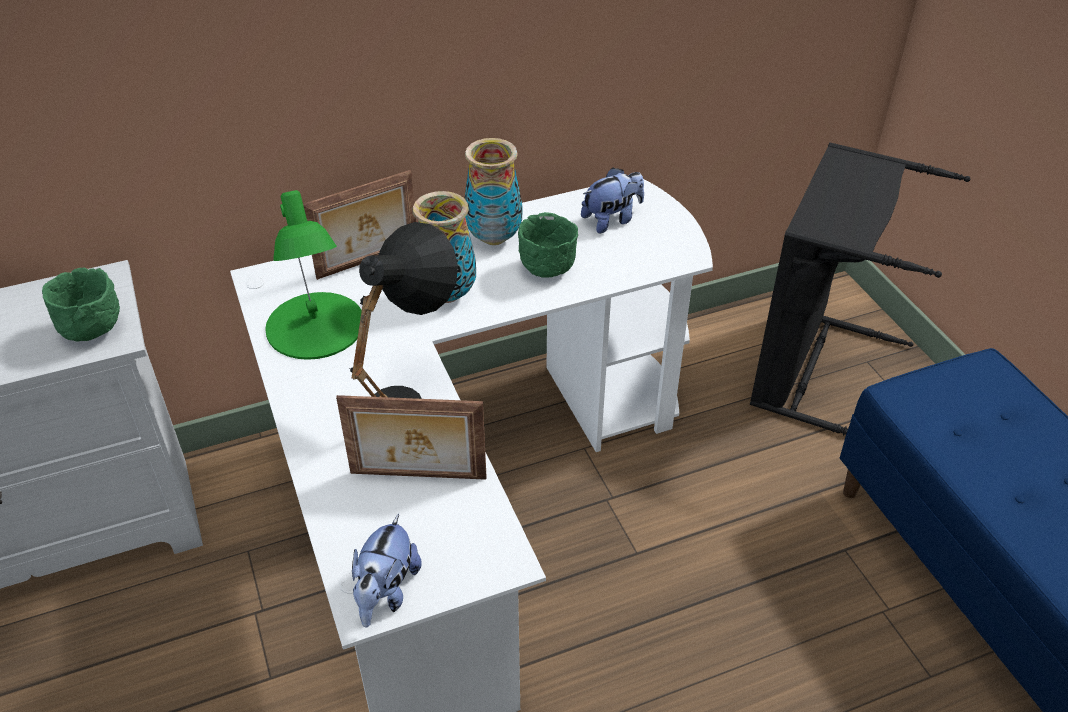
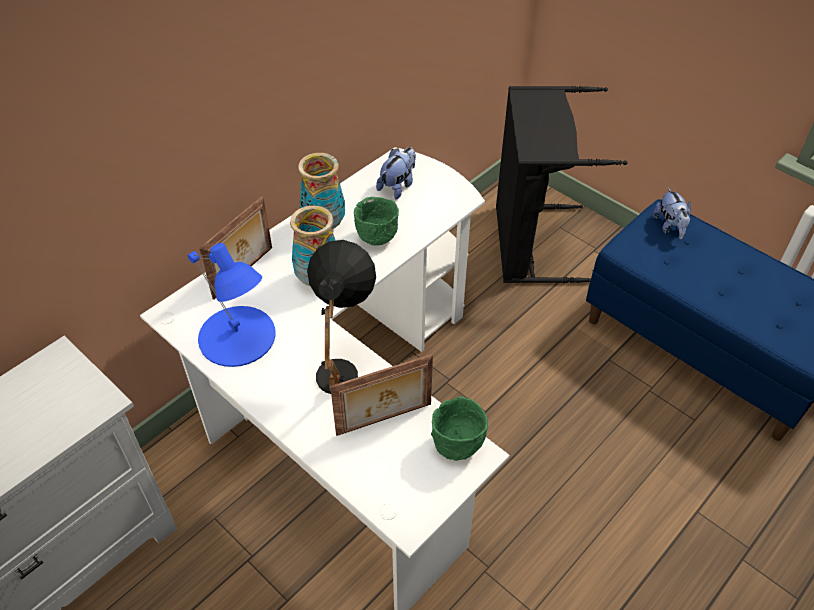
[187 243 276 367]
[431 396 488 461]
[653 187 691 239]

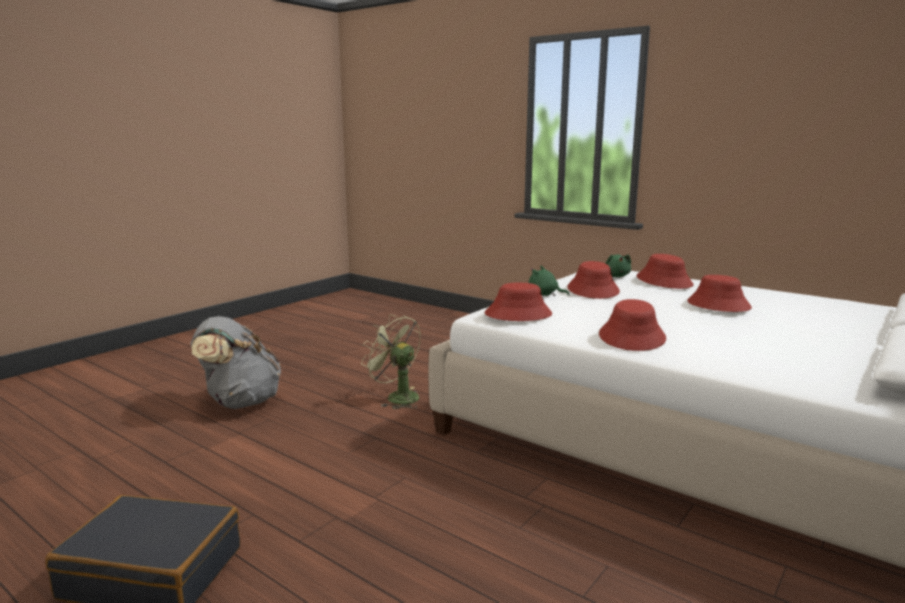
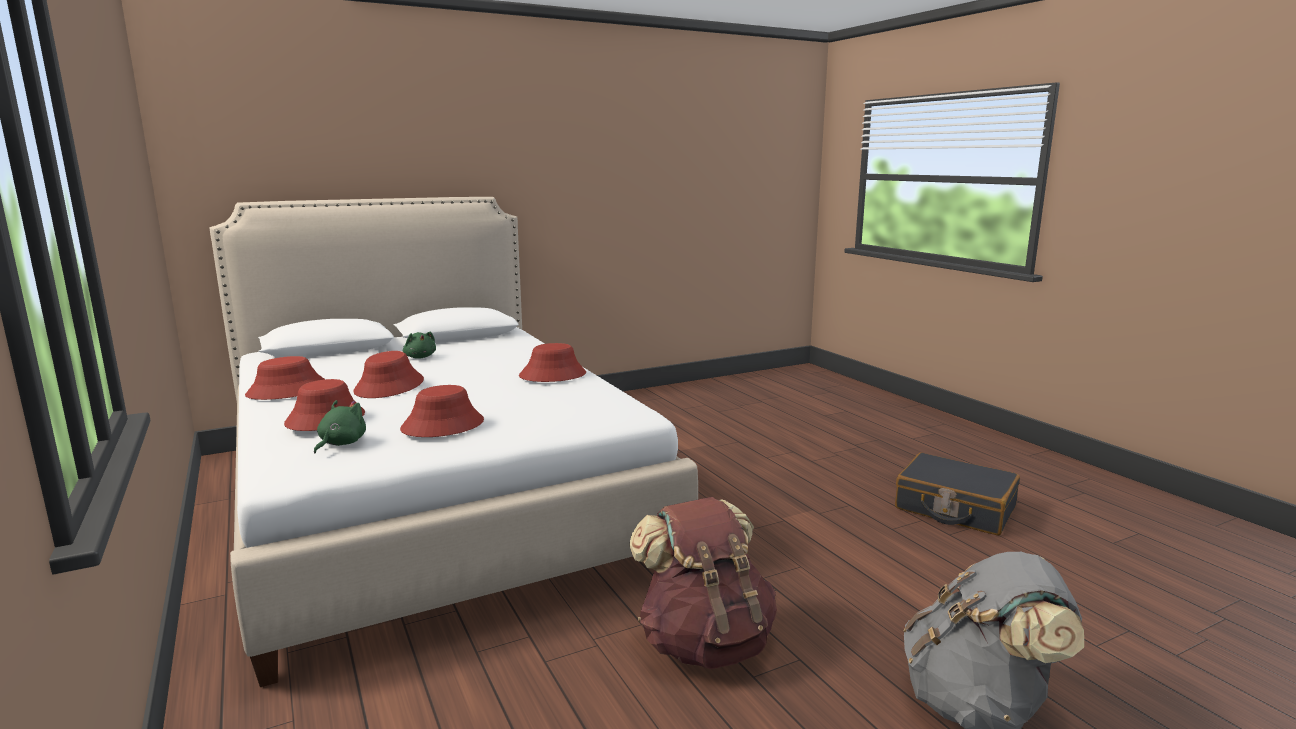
[245 356 325 400]
[403 331 436 359]
[629 497 777 669]

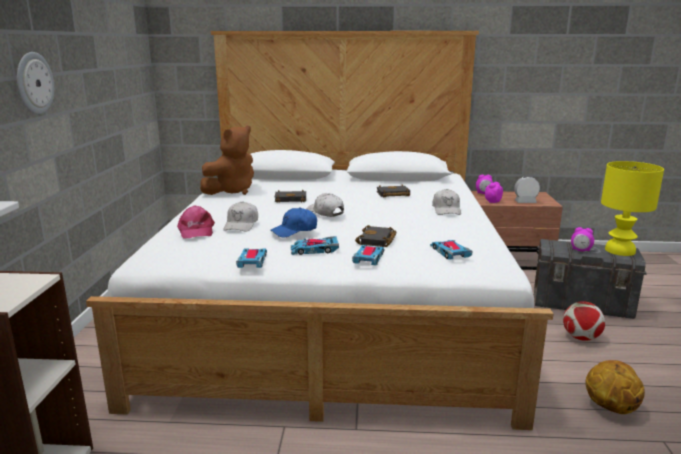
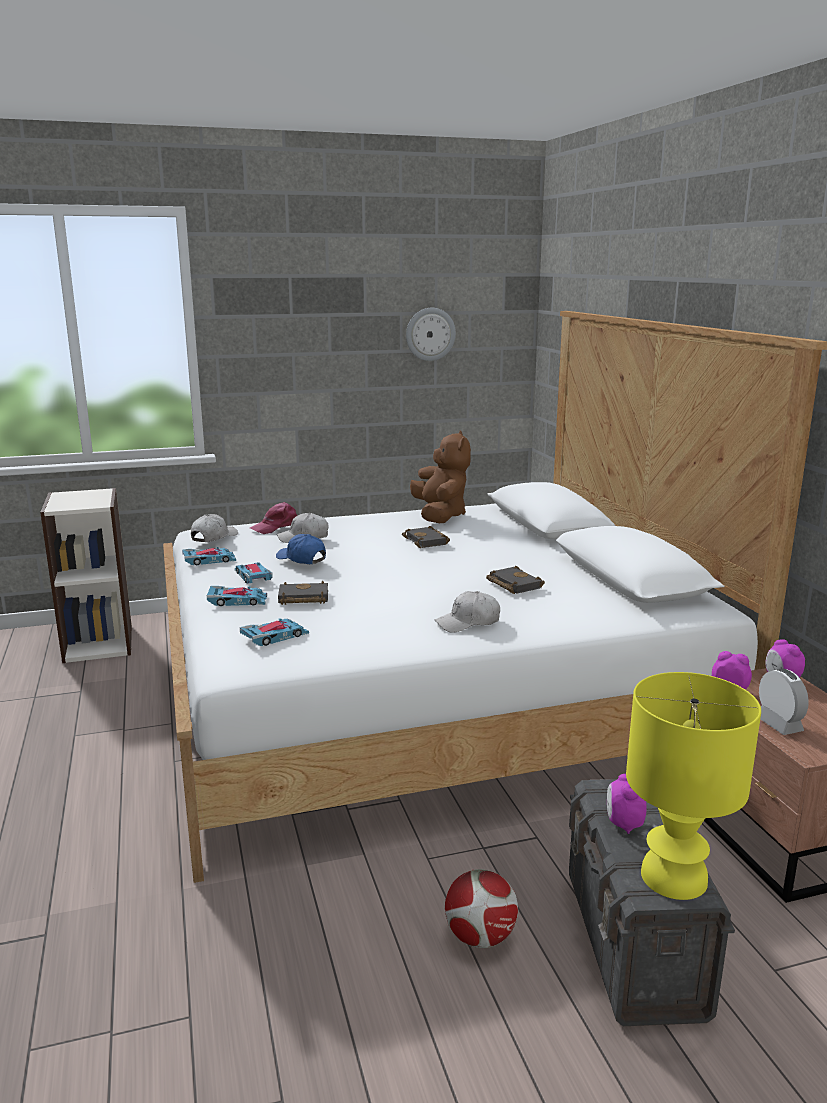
[191 514 238 542]
[406 308 456 361]
[410 430 471 523]
[585 360 645 414] (first image)

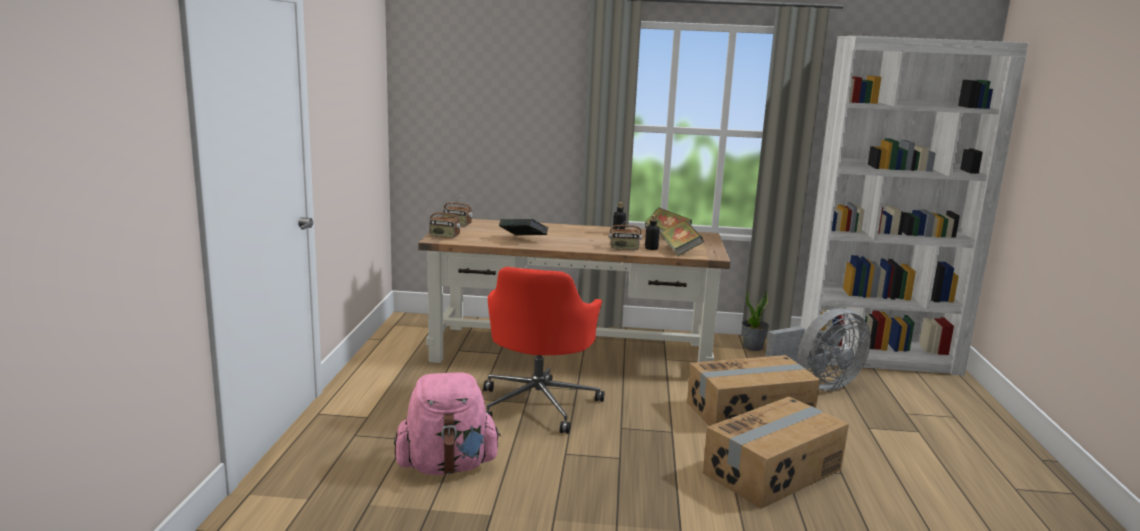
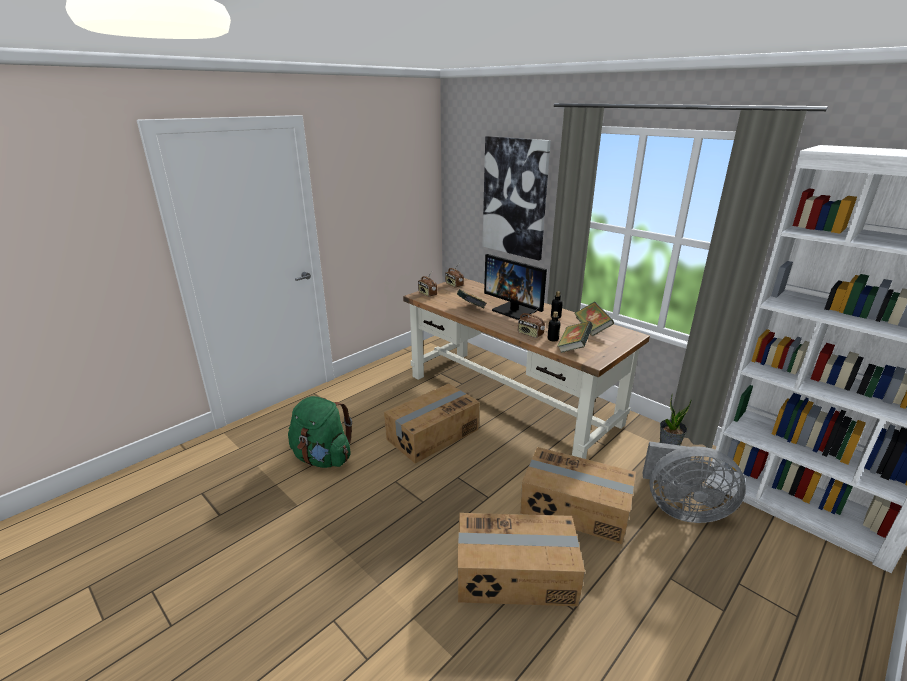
[288 396 352 468]
[384 383 480 464]
[482 136 551 261]
[484 254 547 320]

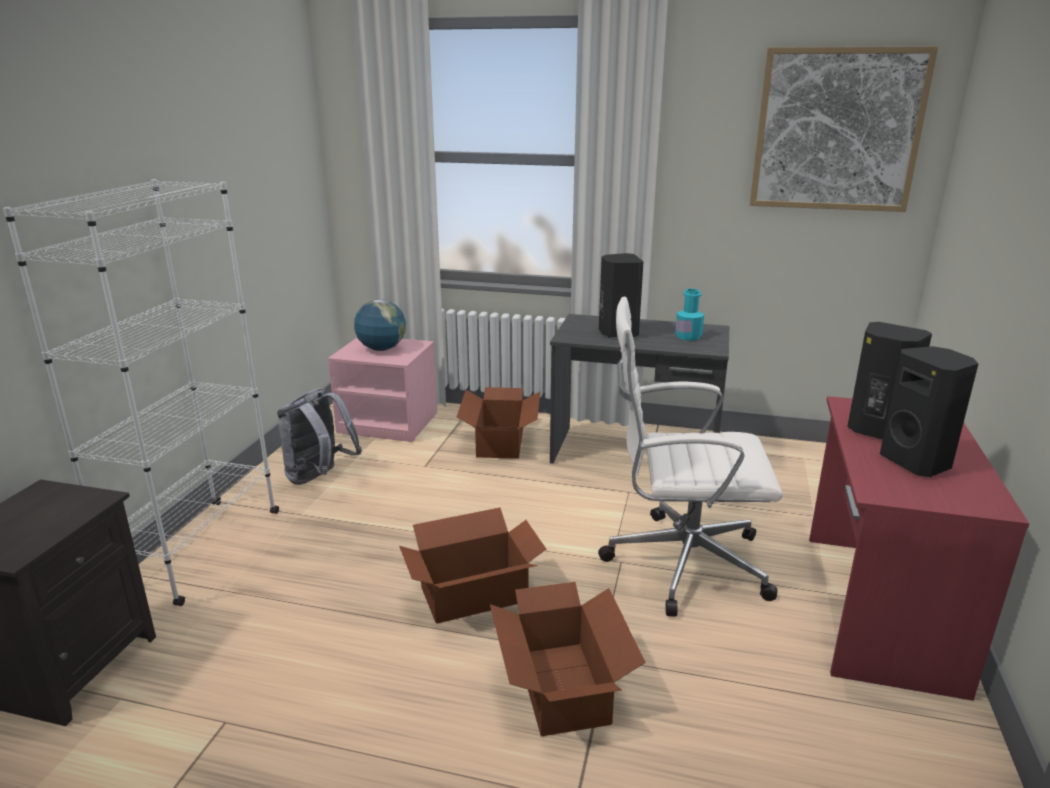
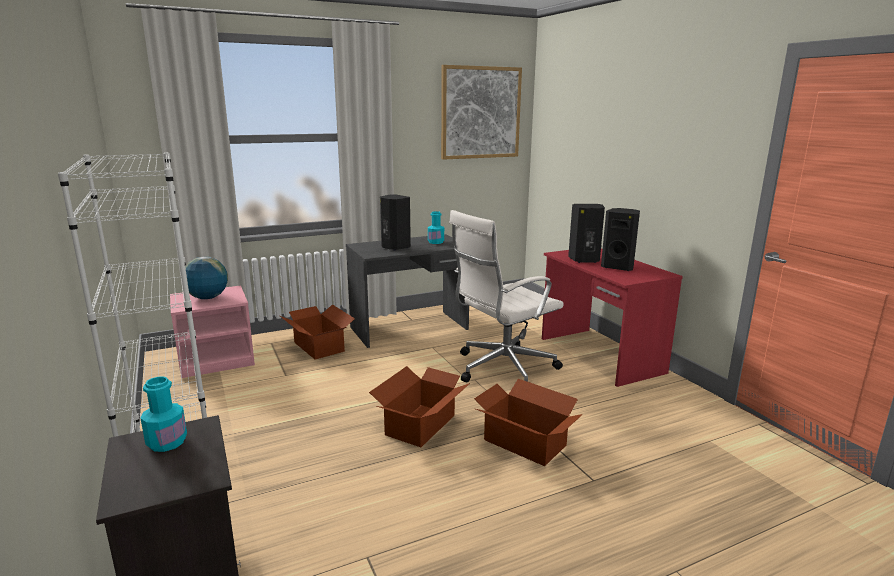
[141 377 187 452]
[277 388 362 485] (first image)

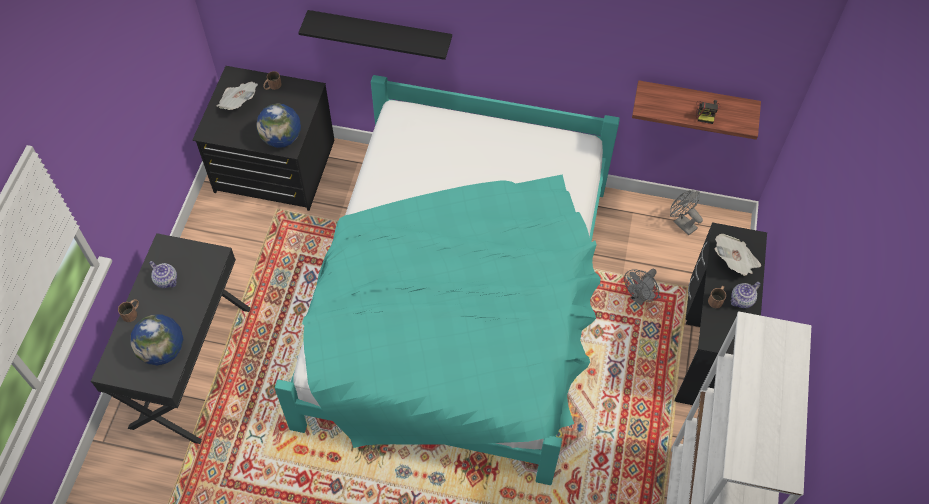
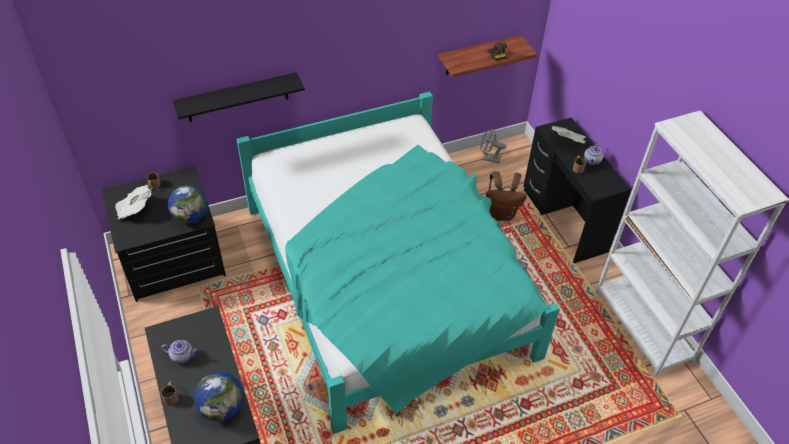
[486 172 527 221]

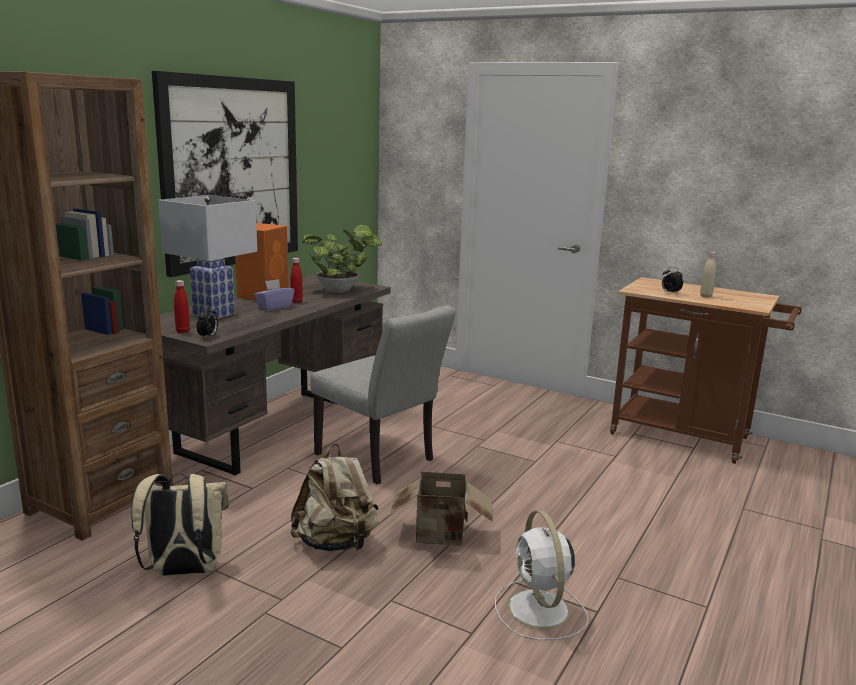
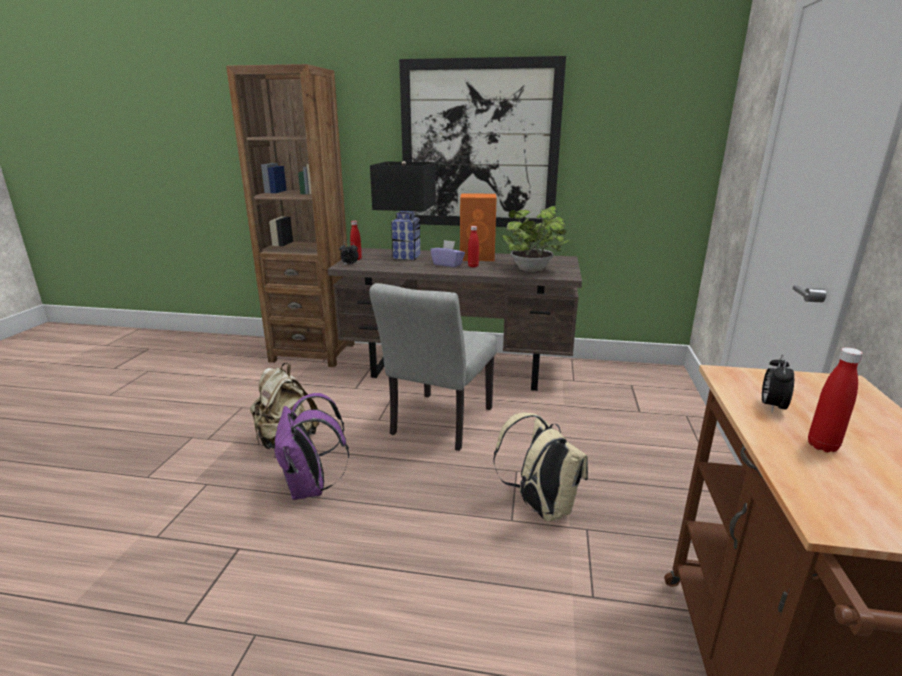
[274 393 349 500]
[370 161 436 260]
[493 412 588 522]
[808 348 863 452]
[495 510 589 640] (first image)

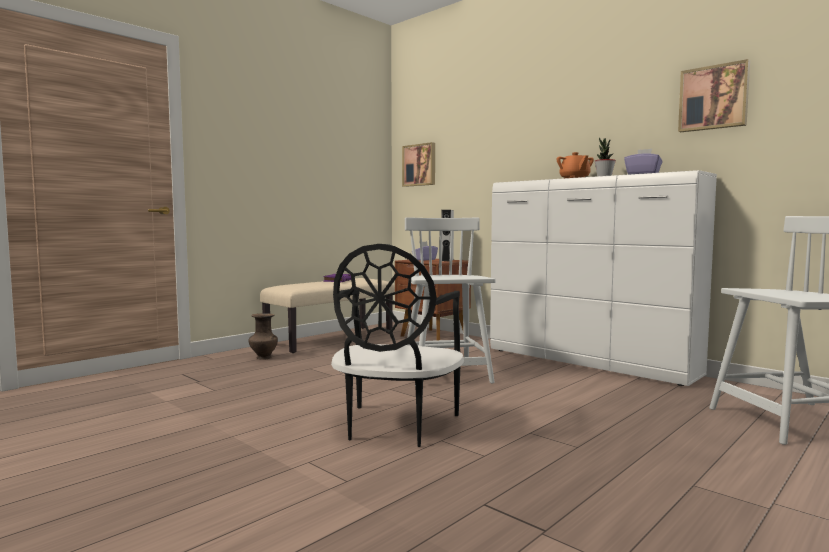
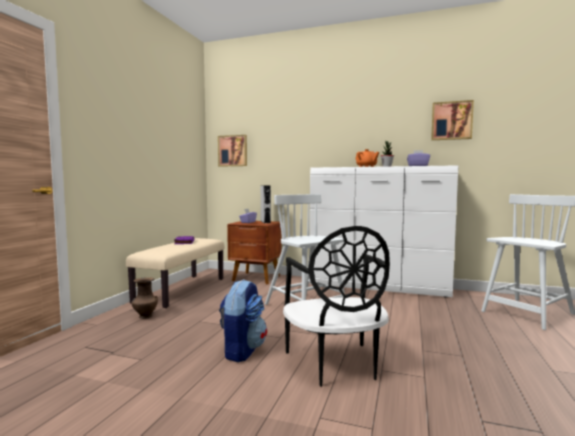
[219 279 267 362]

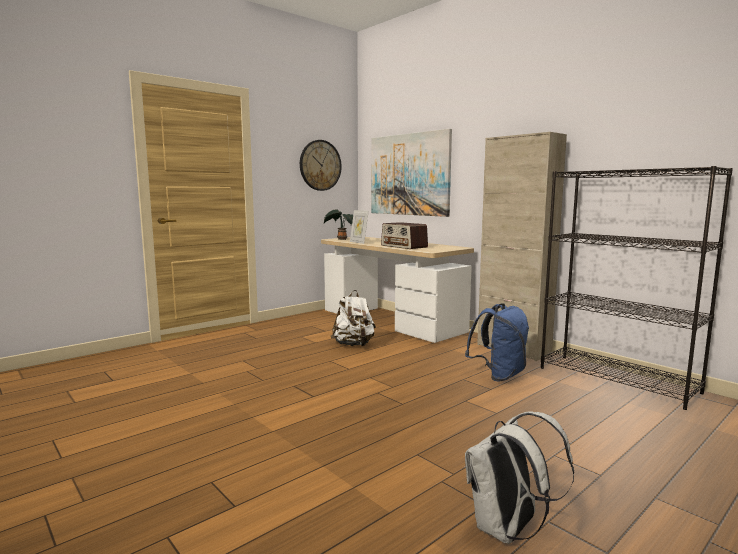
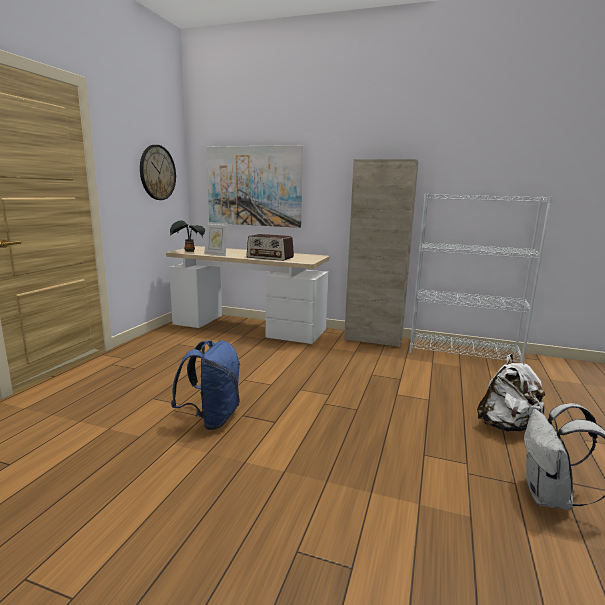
[171 340 240 430]
[409 194 552 363]
[477 354 546 431]

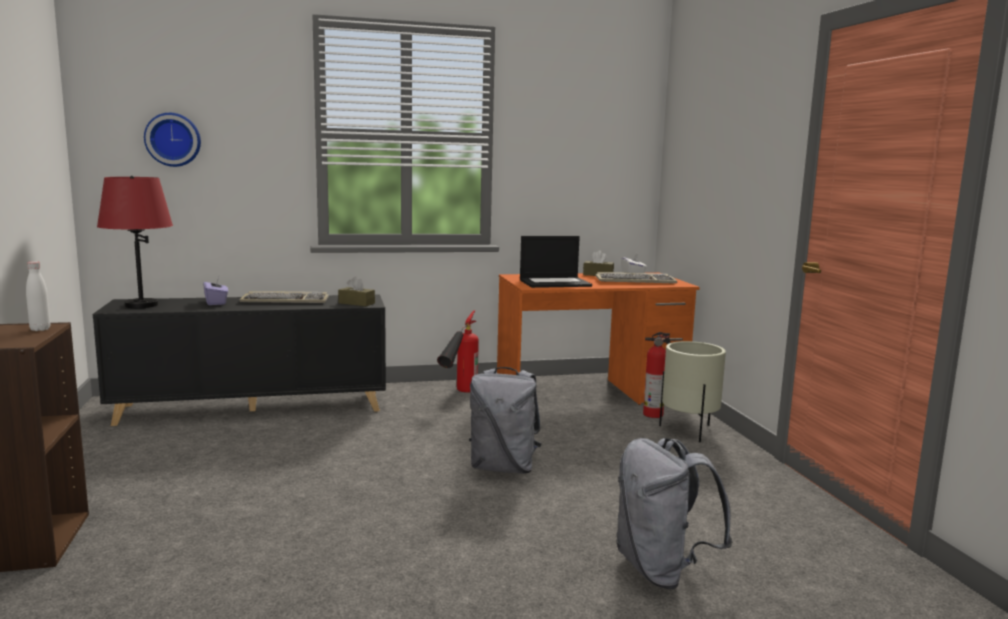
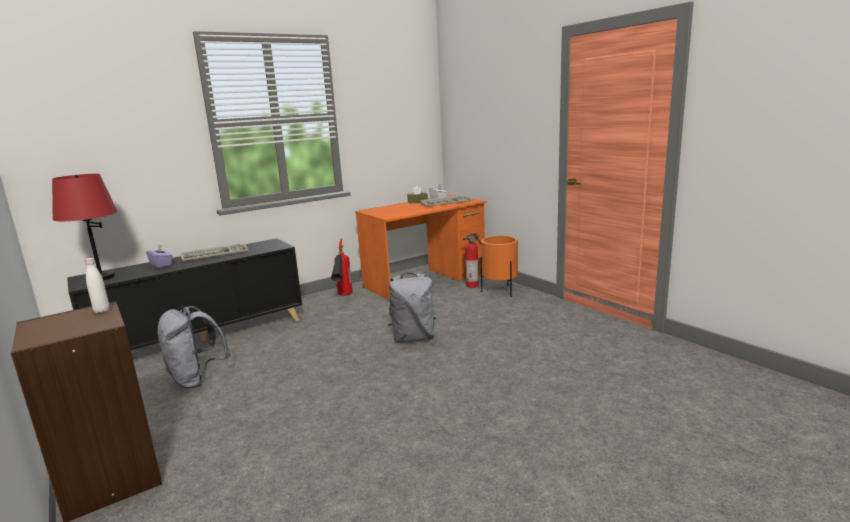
[157 306 230 388]
[481 236 518 297]
[144 113 201 167] (first image)
[338 276 375 306] (first image)
[520 236 592 288] (first image)

